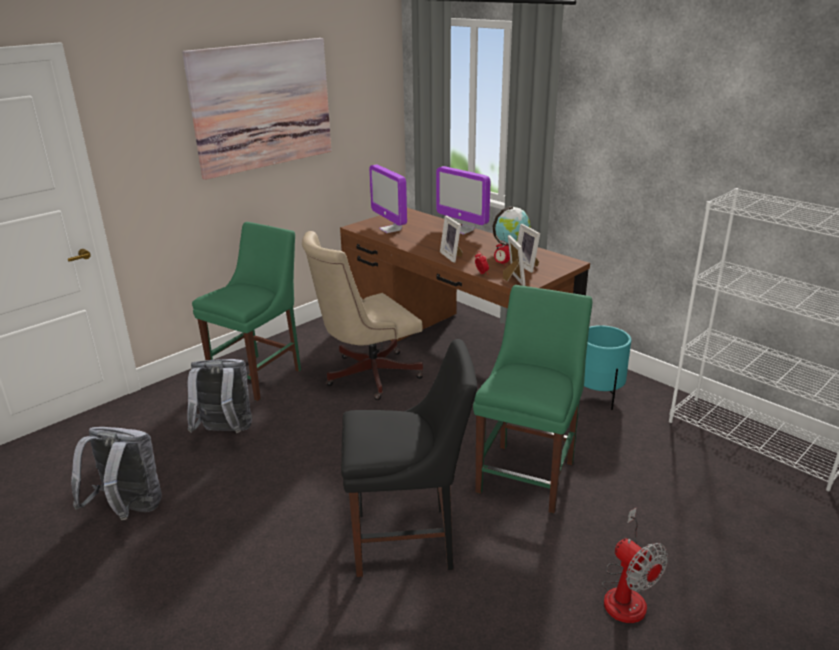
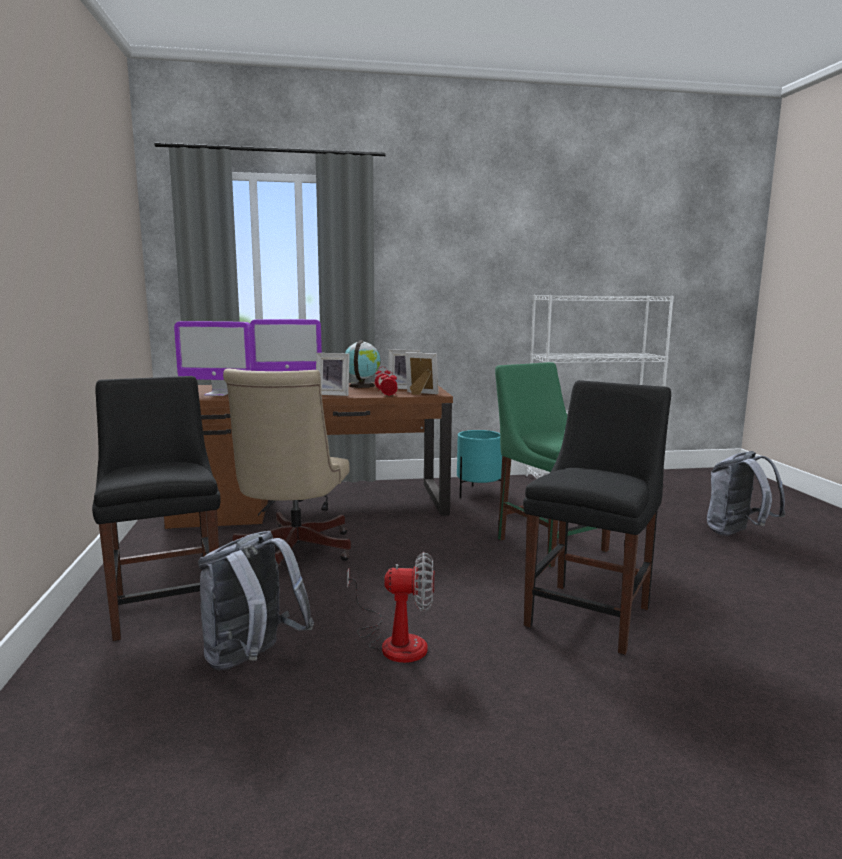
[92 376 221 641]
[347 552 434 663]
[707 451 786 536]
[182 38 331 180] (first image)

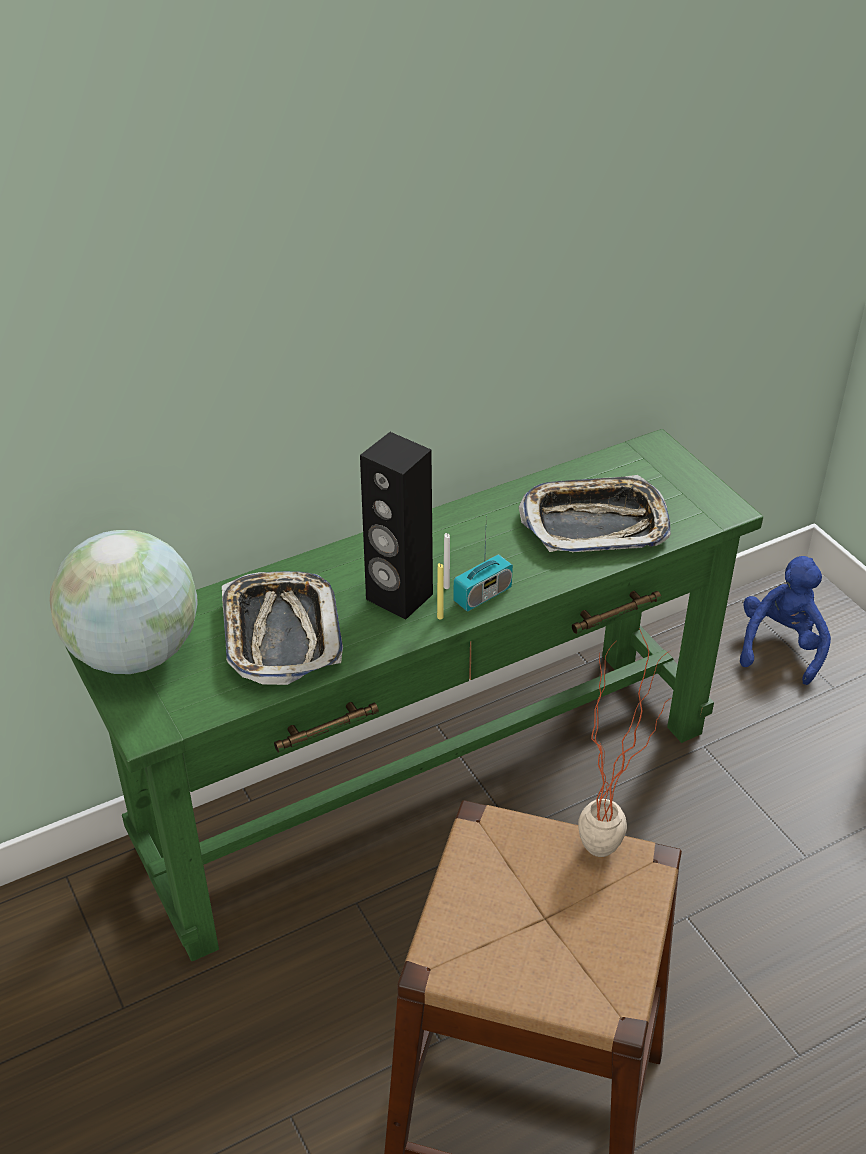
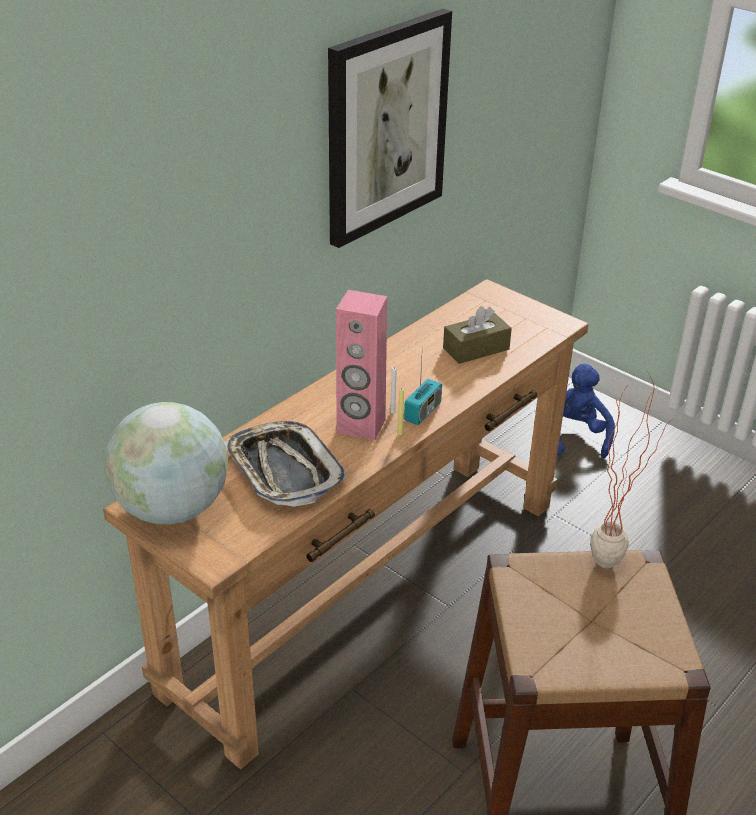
[103 279 589 769]
[328 9 452 248]
[336 290 387 440]
[443 306 512 364]

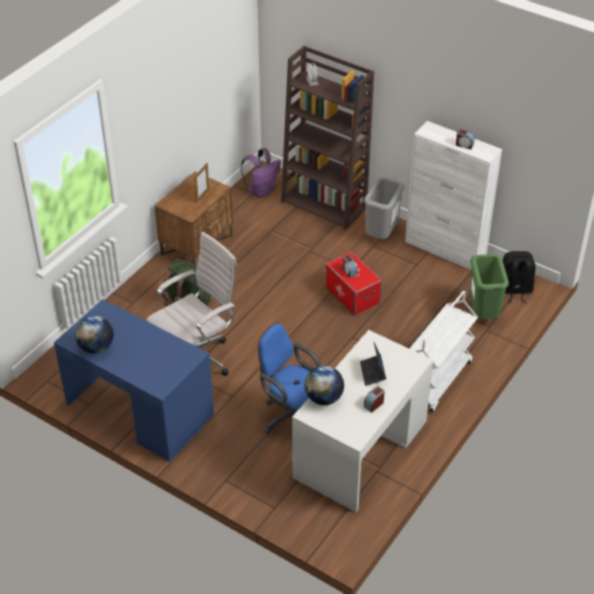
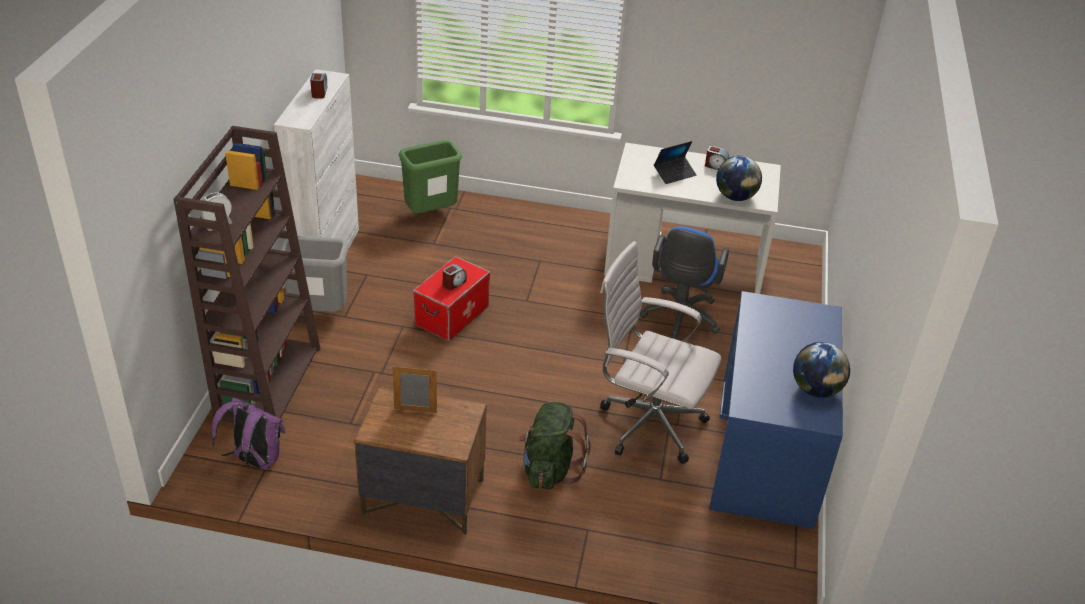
[409 291 478 412] (first image)
[503 251 535 303] (first image)

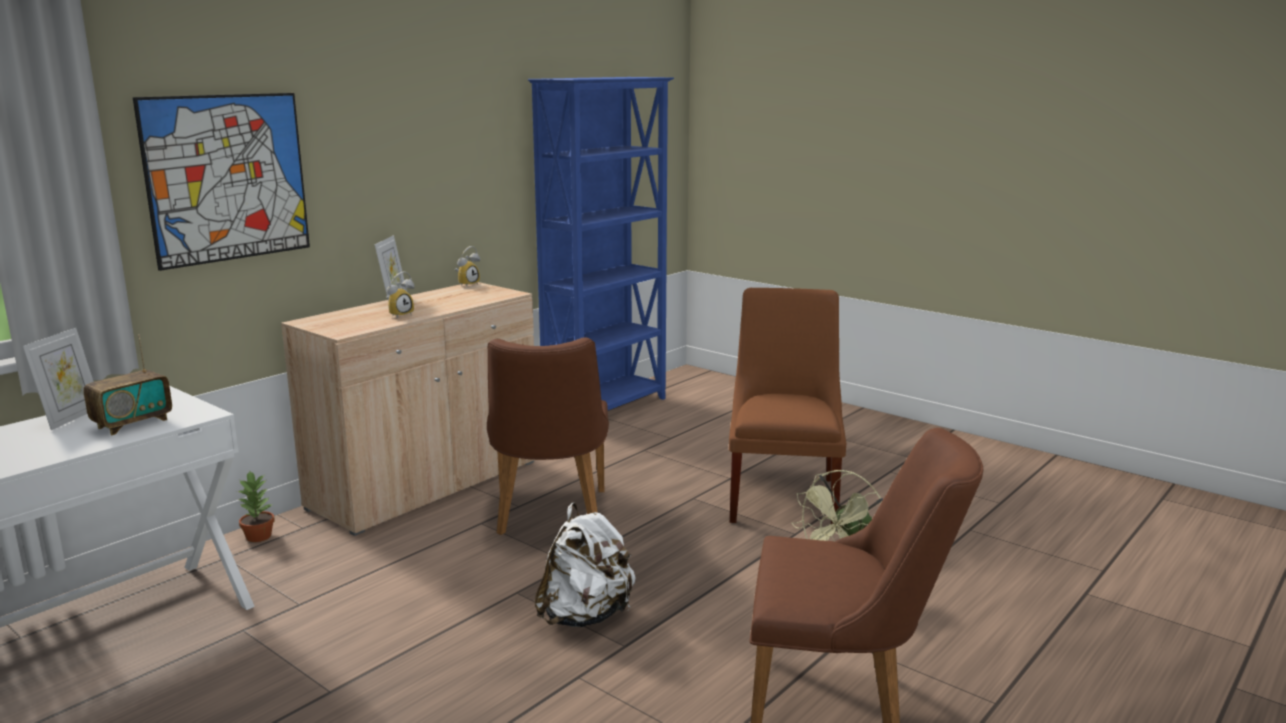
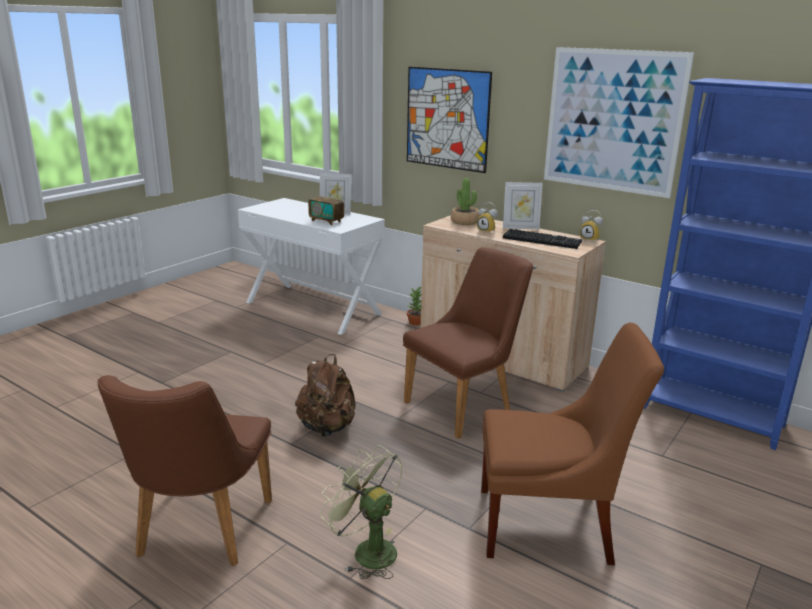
[295 354 356 437]
[403 247 533 439]
[451 178 480 225]
[503 229 582 249]
[544 47 694 198]

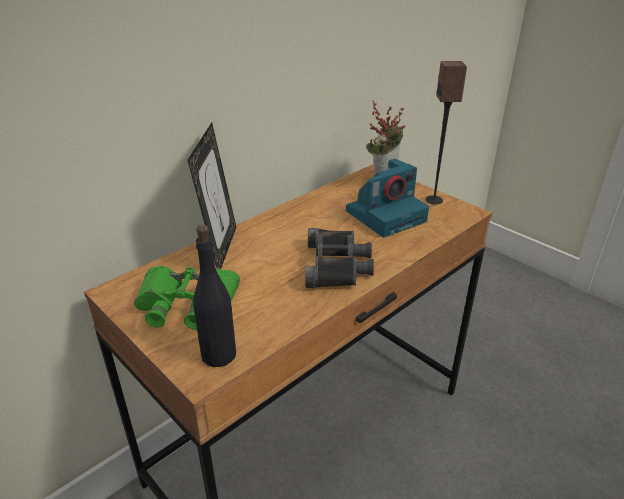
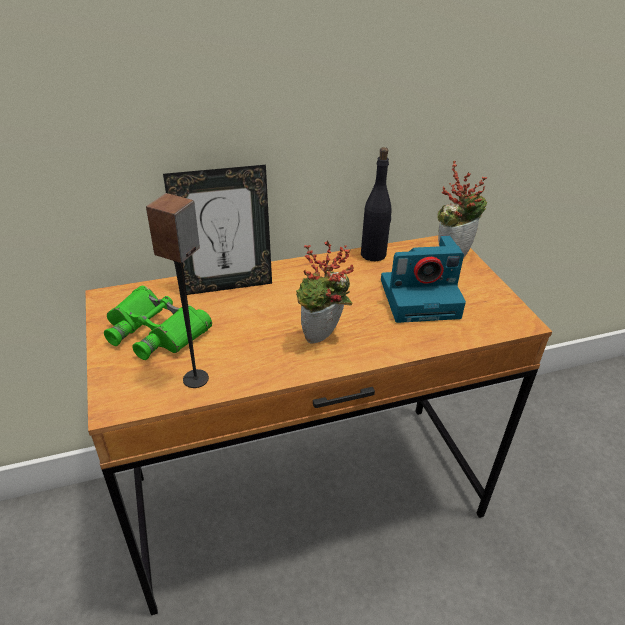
[146 193 209 388]
[163 165 272 295]
[296 240 354 344]
[361 147 391 261]

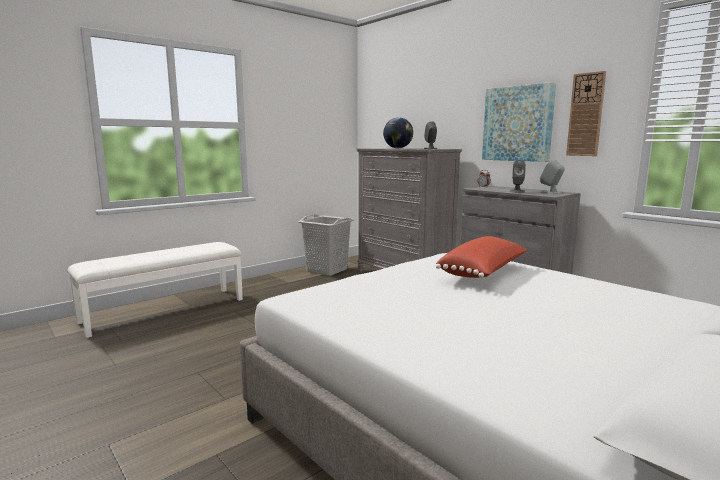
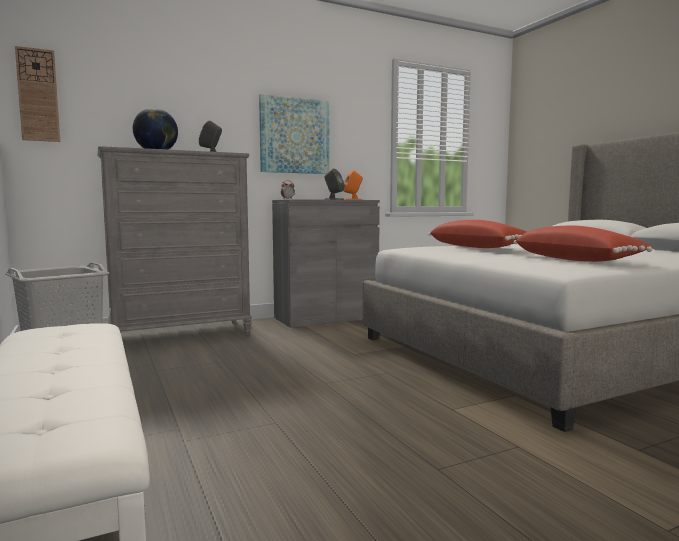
[15 46 60 142]
[344 170 363 200]
[514 225 652 262]

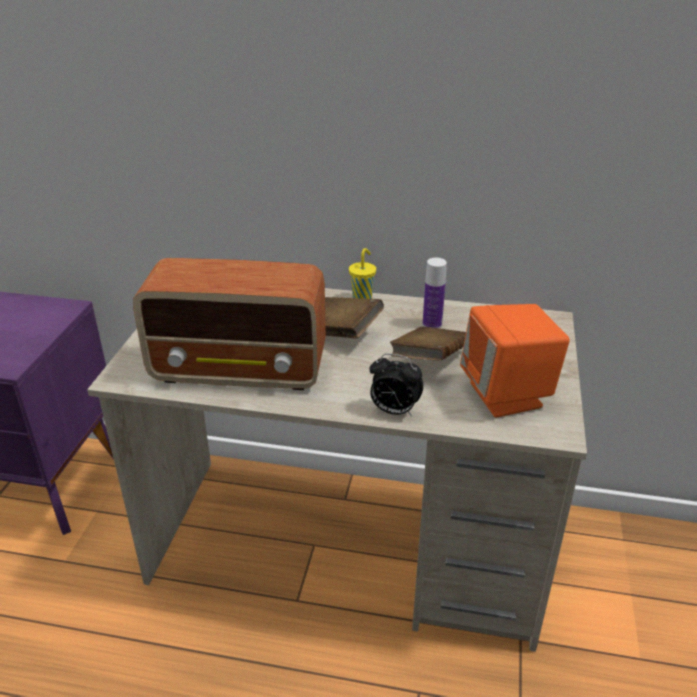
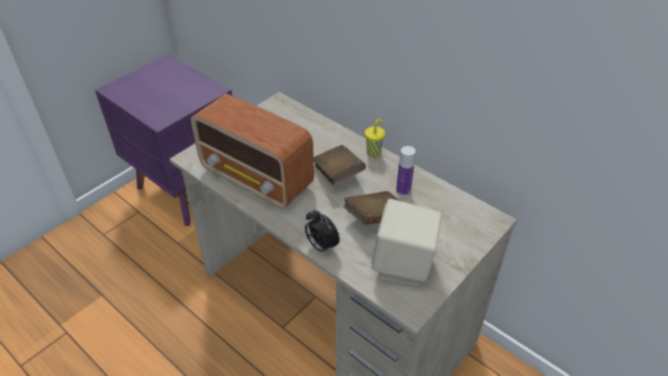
[371 199 442 286]

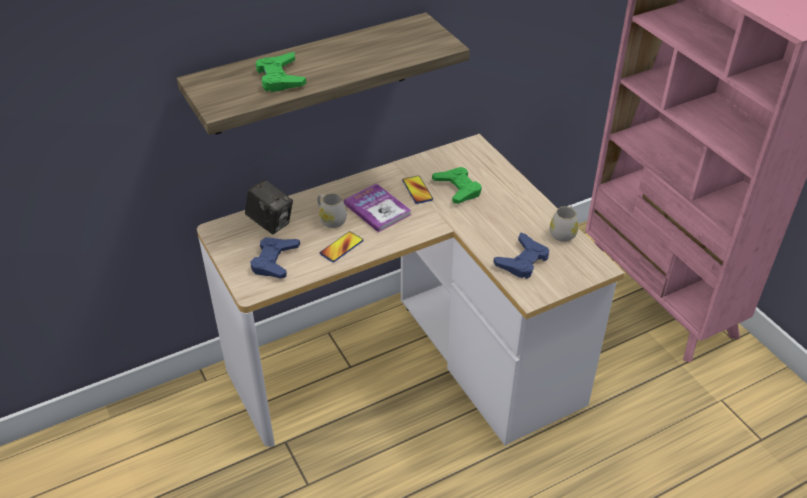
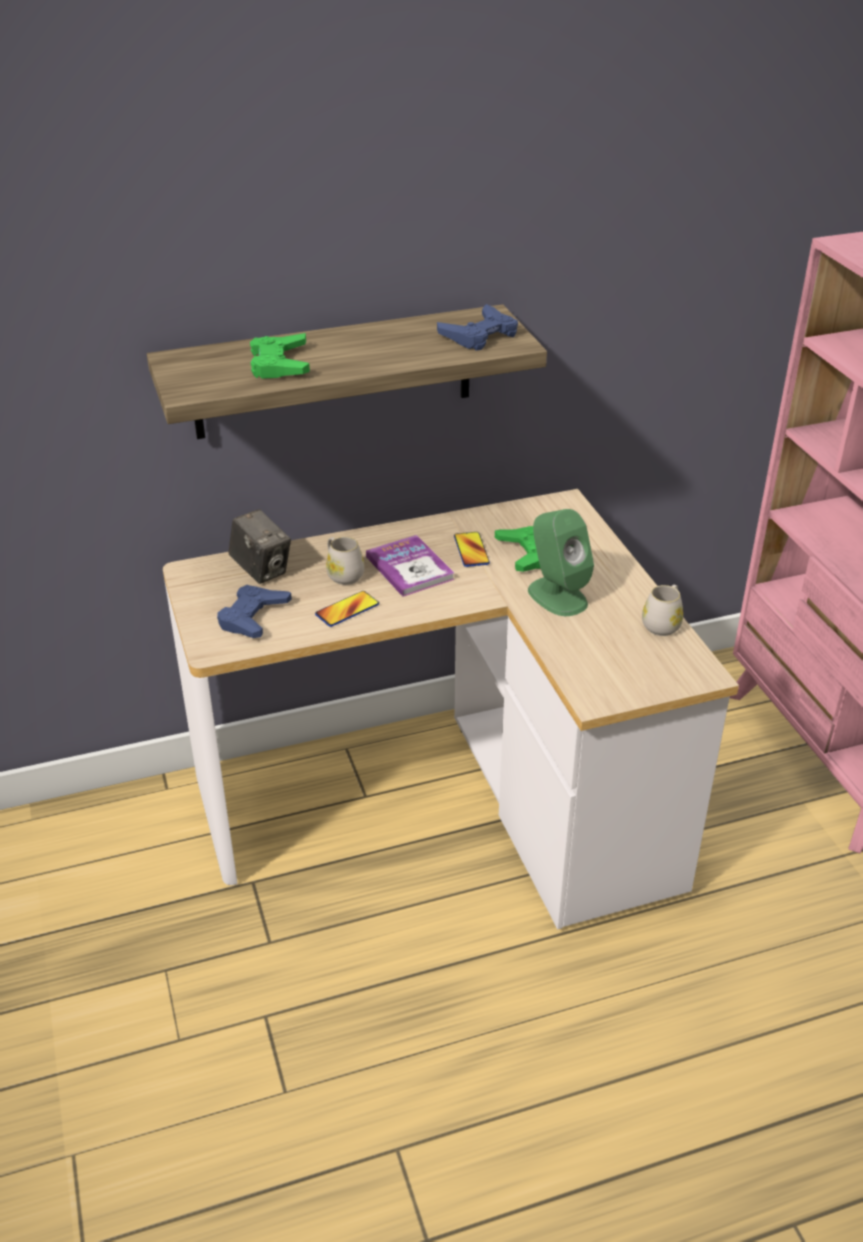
[437 304 518 351]
[528 509 594 616]

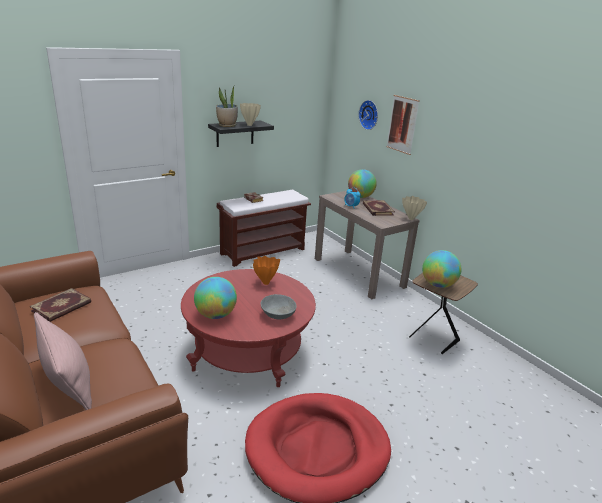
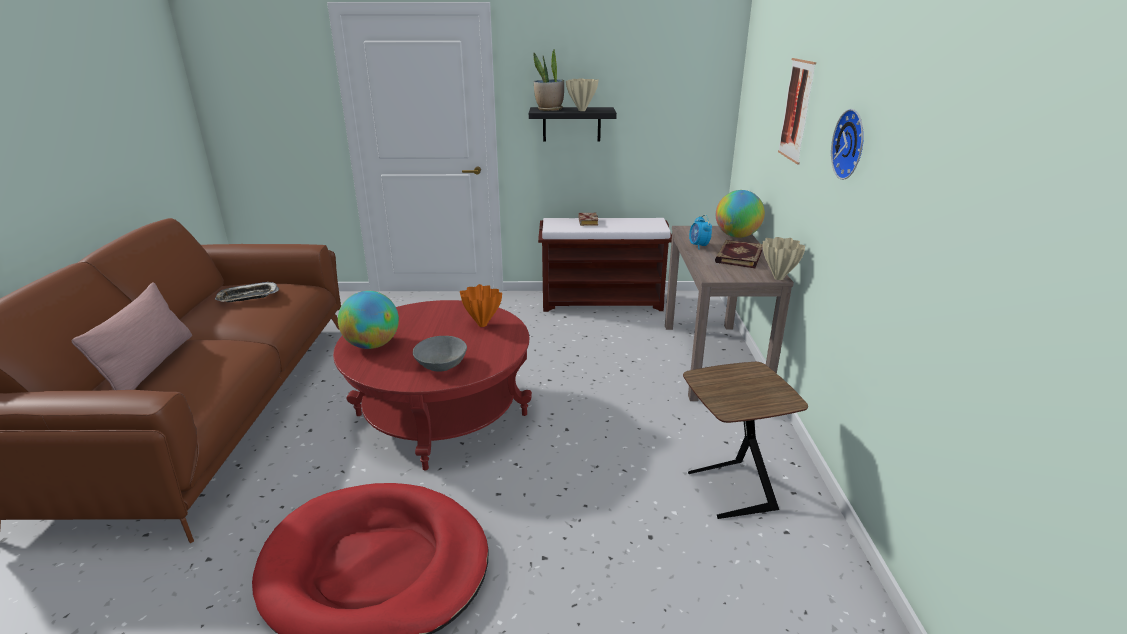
[215 282 279 302]
[831 109 864 180]
[422 250 462 288] (first image)

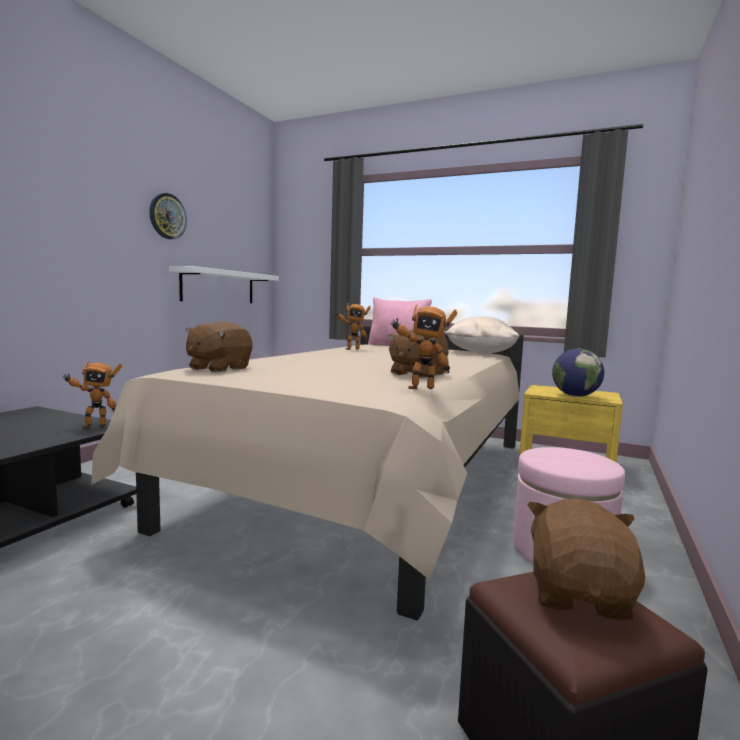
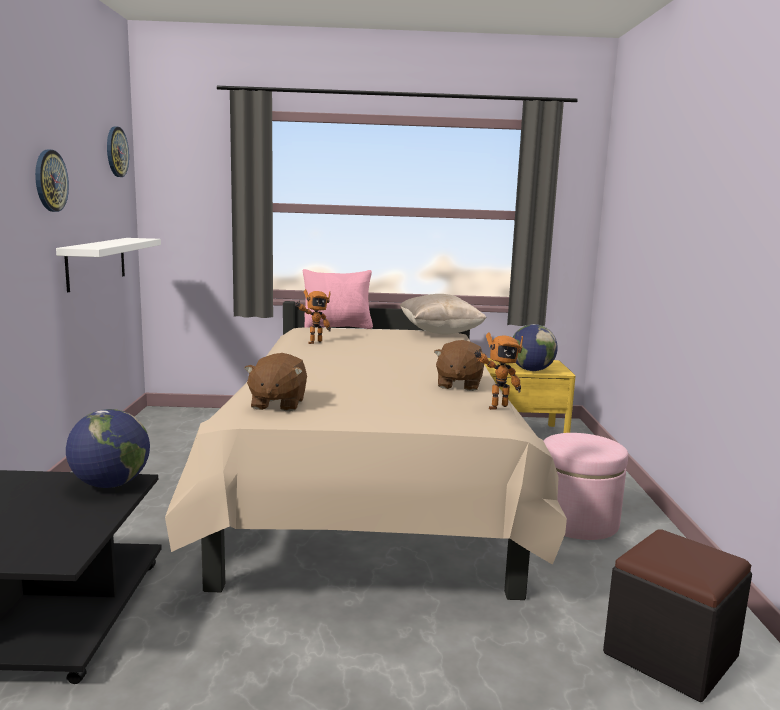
[66 409 150 488]
[107 126 129 177]
[528 499 645 620] (first image)

